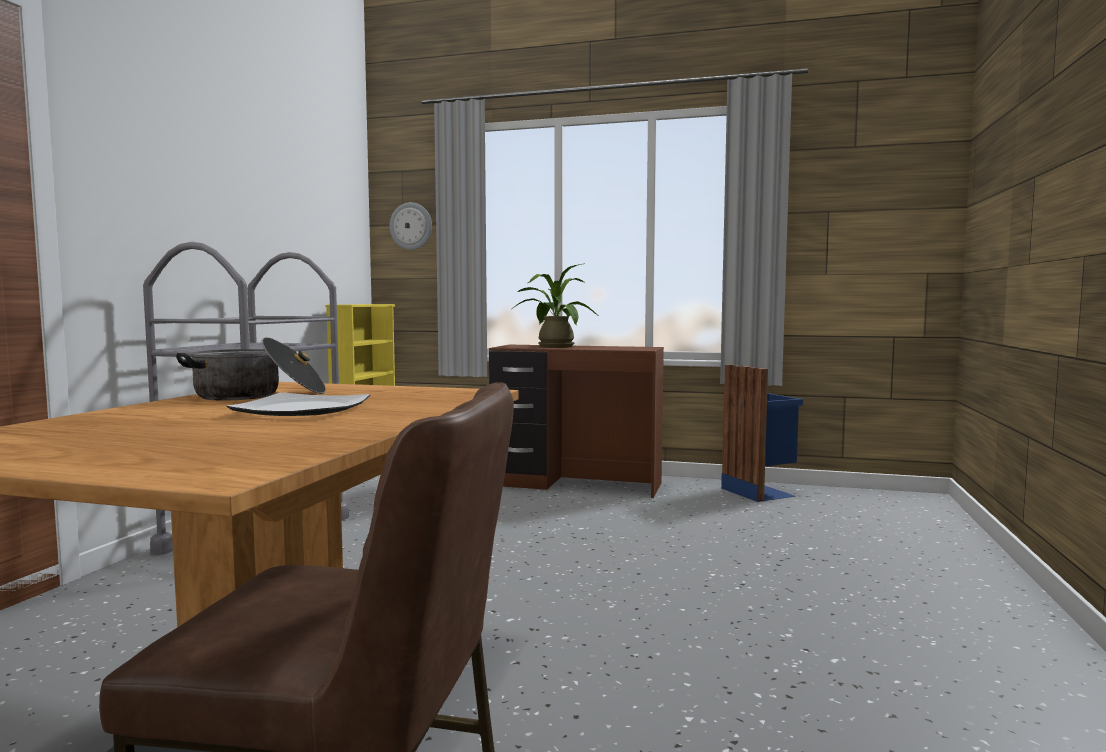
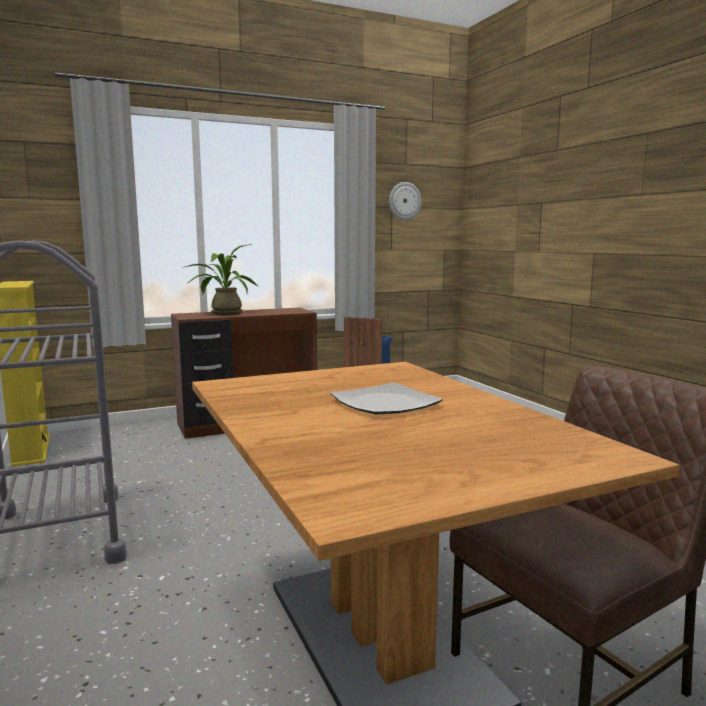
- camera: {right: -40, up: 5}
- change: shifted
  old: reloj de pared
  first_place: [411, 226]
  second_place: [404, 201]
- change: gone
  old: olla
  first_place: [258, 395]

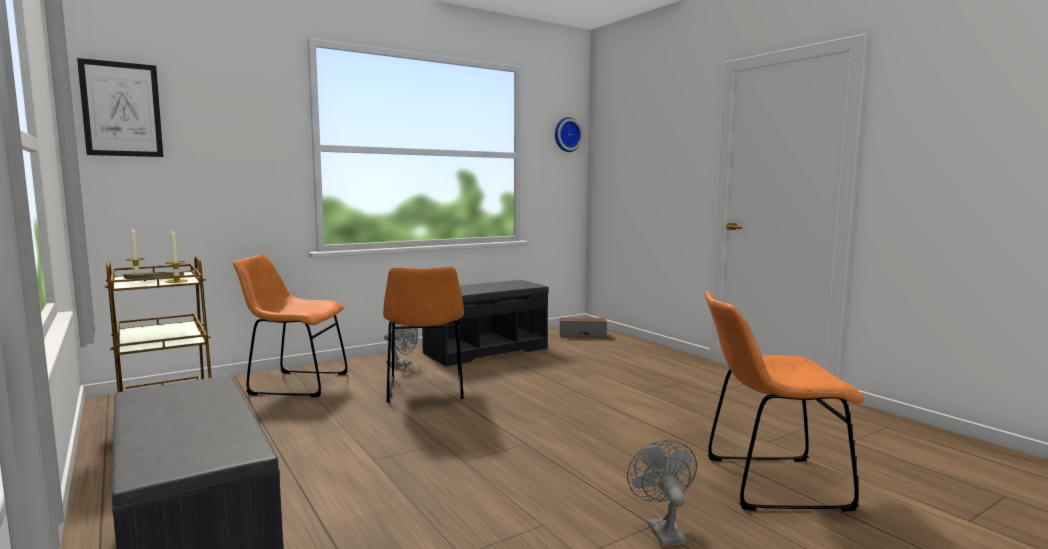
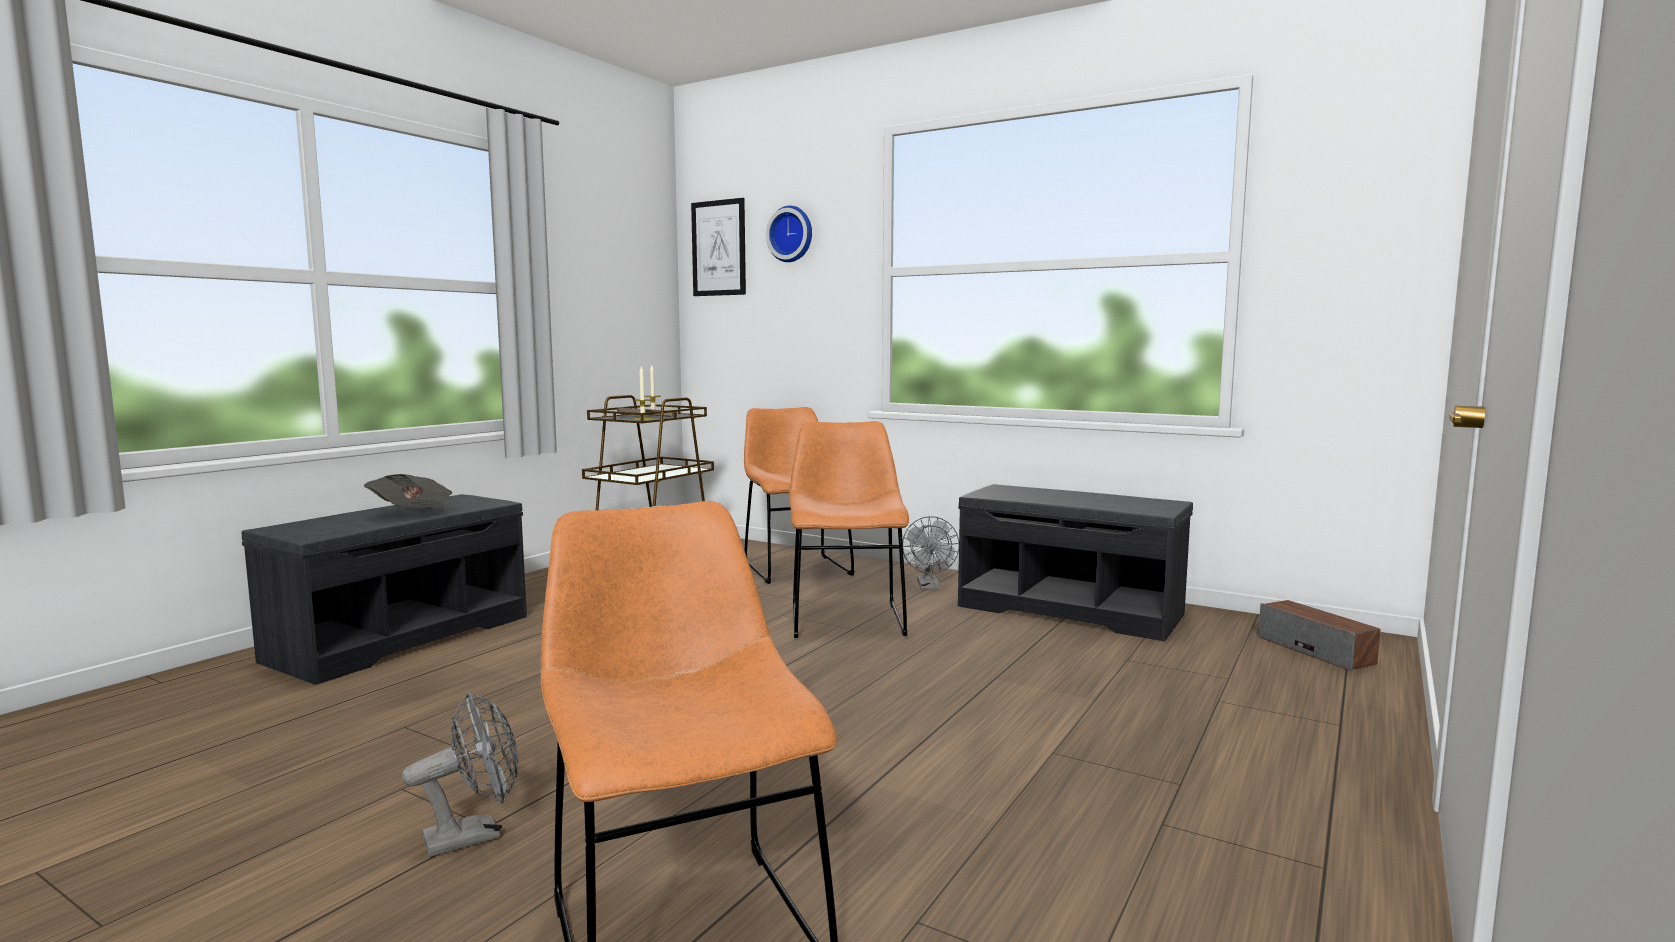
- camera: {right: 65, up: 0}
- change: shifted
  old: reloj de pared
  first_place: [566, 134]
  second_place: [791, 234]
- change: rotated
  old: silla (naranja)
  first_place: [425, 391]
  second_place: [846, 618]
  degrees: 120
- change: new
  new: periódico
  second_place: [414, 514]

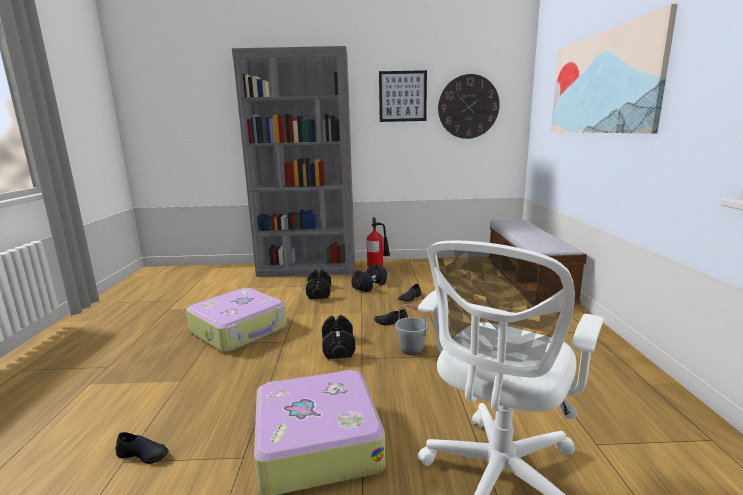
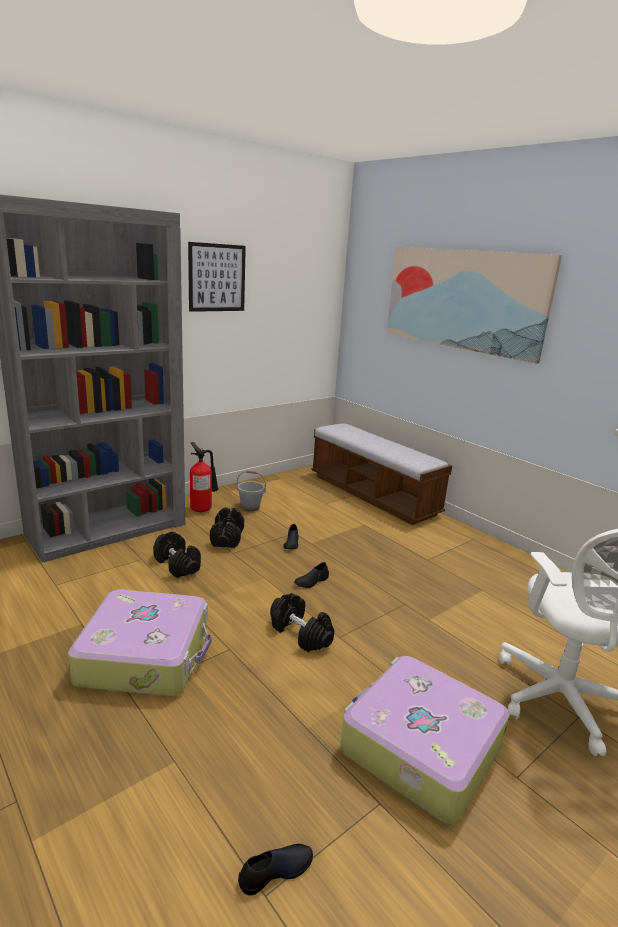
- camera: {right: -40, up: 5}
- change: gone
  old: reloj de pared
  first_place: [468, 107]
- change: shifted
  old: cubo (gris)
  first_place: [411, 349]
  second_place: [250, 507]

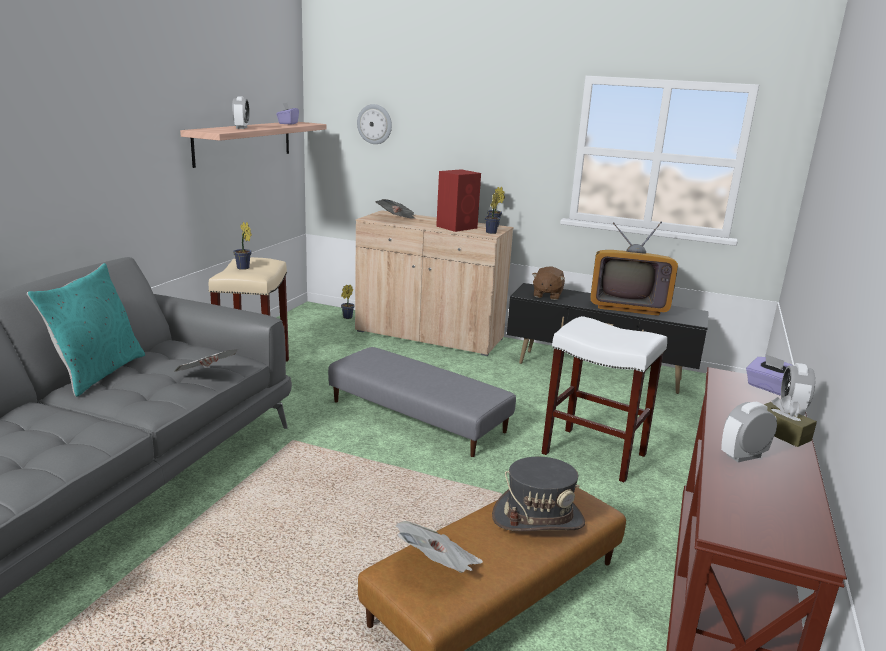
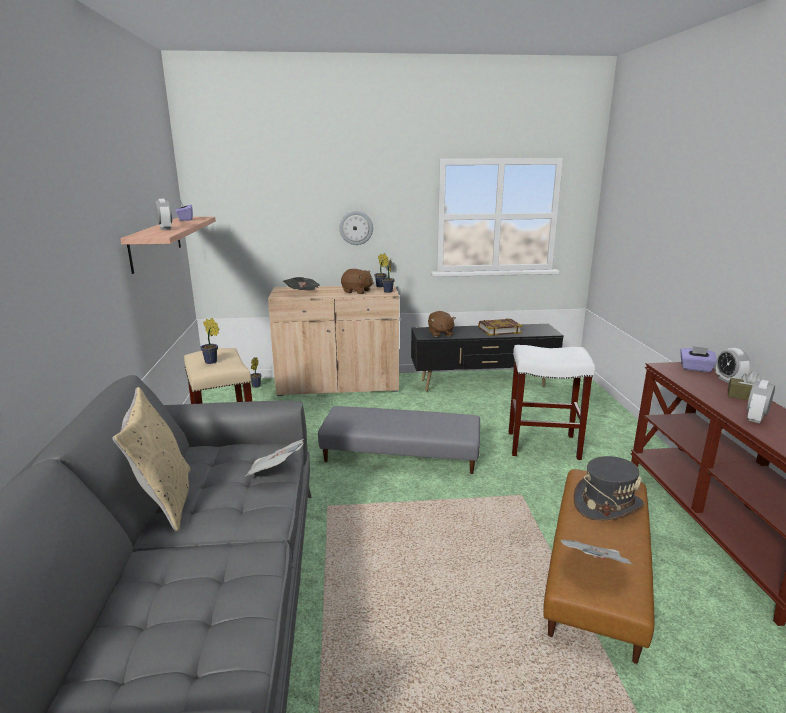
- camera: {right: -25, up: 0}
- change: shifted
  old: reloj de pared
  first_place: [374, 124]
  second_place: [356, 228]
- change: swapped
  old: altavoz (rojo)
  new: peluche (marrón)
  first_place: [457, 227]
  second_place: [357, 291]
- change: swapped
  old: televisor
  new: libro
  first_place: [628, 305]
  second_place: [499, 330]
- change: repainted
  old: cojín (turquesa)
  new: cojín (beis)
  first_place: [97, 373]
  second_place: [164, 500]

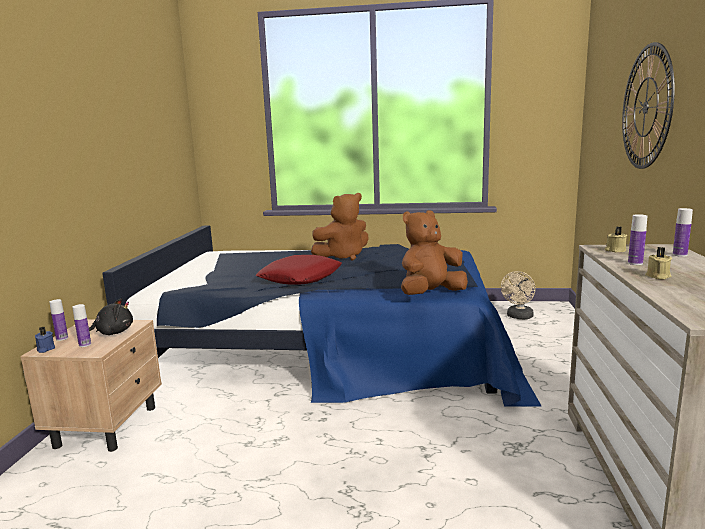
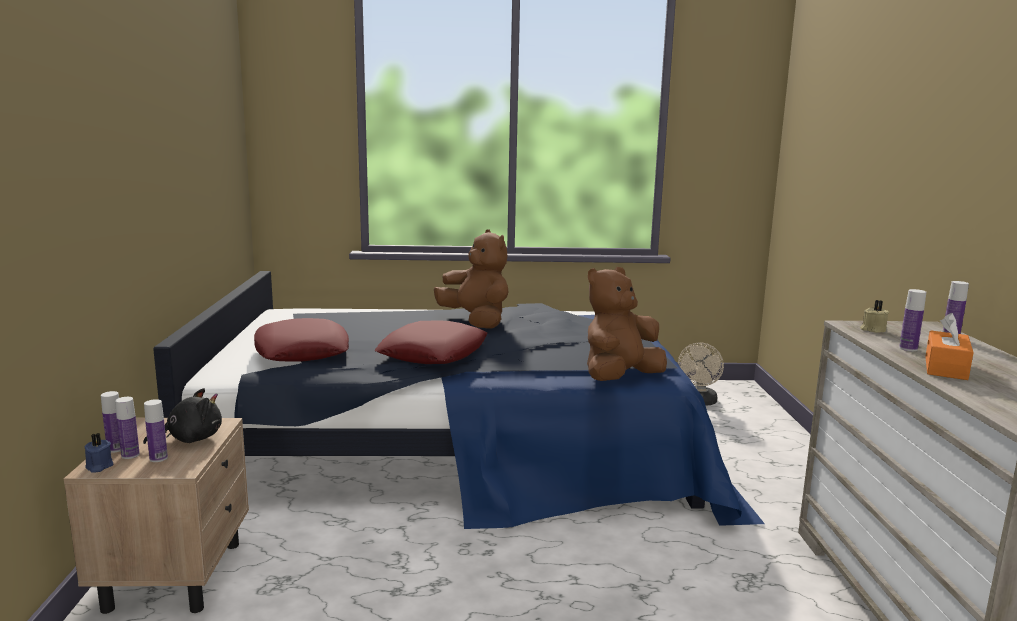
- camera: {right: -10, up: 0}
- change: gone
  old: reloj de pared
  first_place: [646, 107]
- change: rotated
  old: peluche (marrón)
  first_place: [343, 256]
  second_place: [476, 321]
  degrees: -90
- change: swapped
  old: vela (beis)
  new: caja de pañuelos (naranja)
  first_place: [657, 276]
  second_place: [945, 368]
- change: new
  new: cojín (rojo)
  second_place: [301, 351]
- change: new
  new: botella
  second_place: [130, 455]

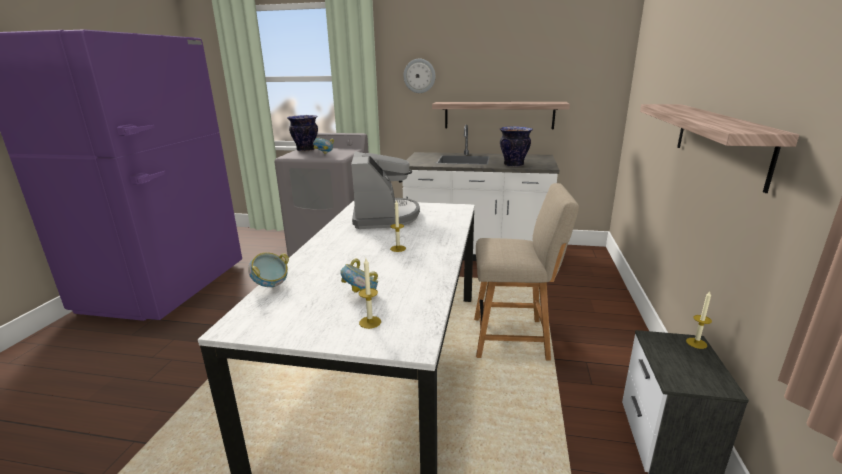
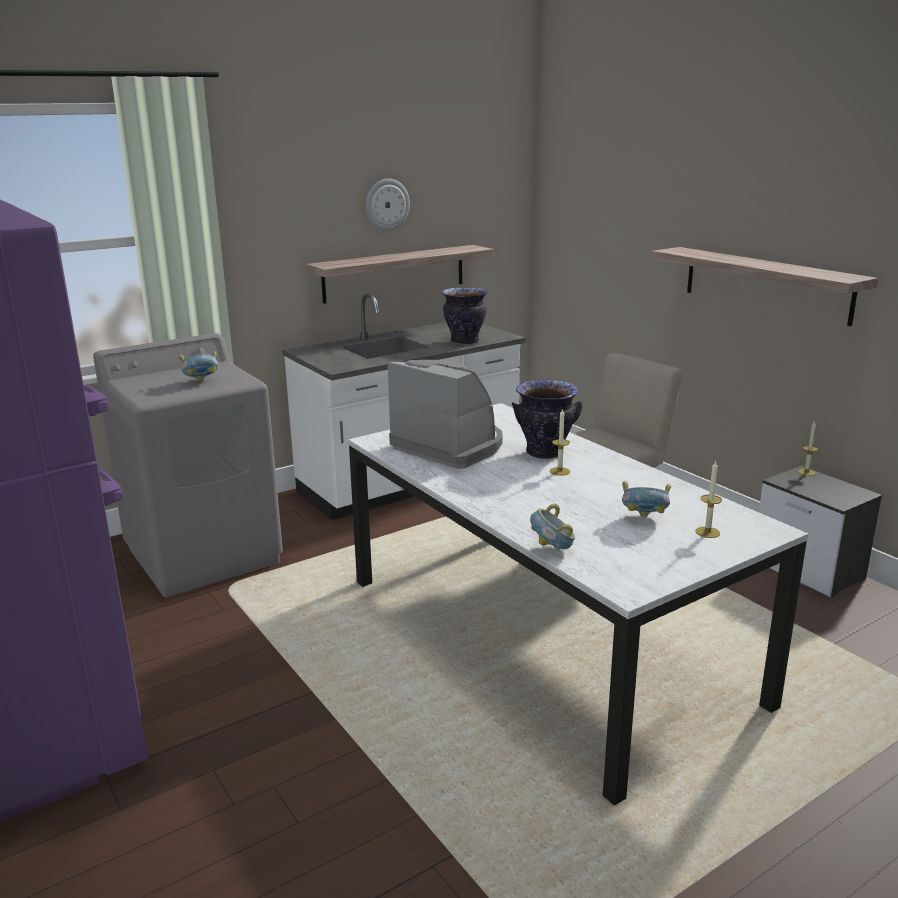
- camera: {right: -45, up: 0}
- change: shifted
  old: reloj de pared
  first_place: [419, 76]
  second_place: [387, 204]
- change: shifted
  old: florero
  first_place: [305, 150]
  second_place: [545, 453]

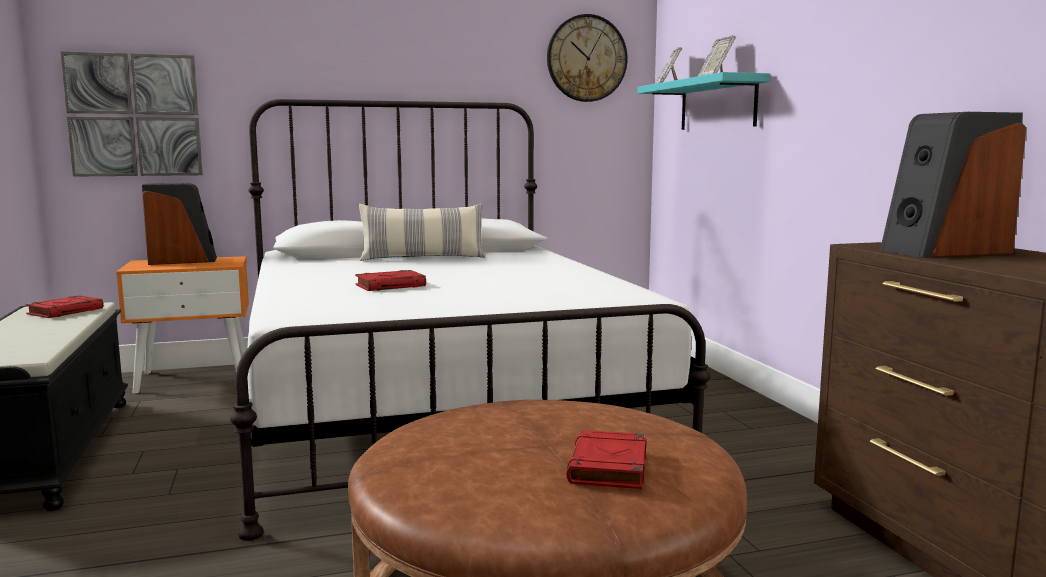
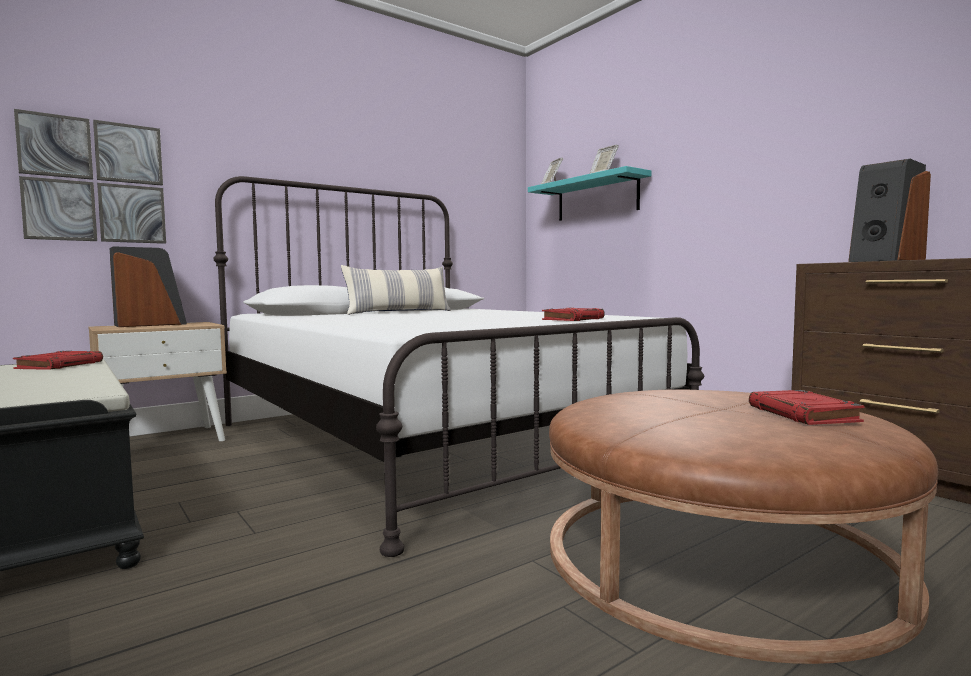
- camera: {right: -20, up: -5}
- change: gone
  old: reloj de pared
  first_place: [586, 58]
- change: repainted
  old: mesita de noche (naranja)
  new: mesita de noche (beis)
  first_place: [194, 378]
  second_place: [164, 441]
- change: shifted
  old: libro (rojo)
  first_place: [391, 286]
  second_place: [573, 319]

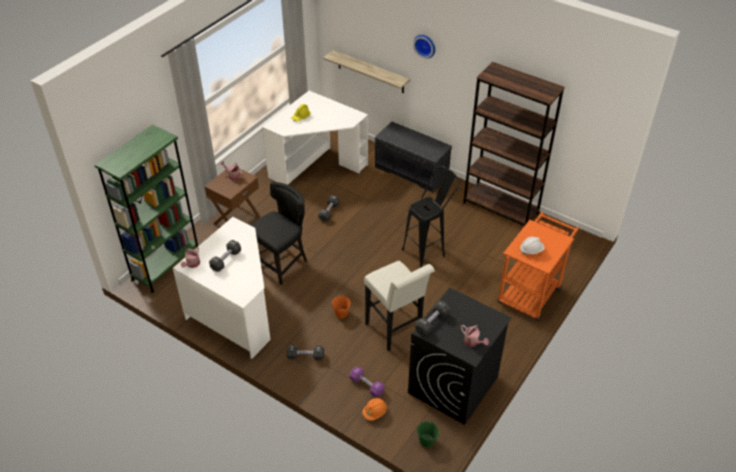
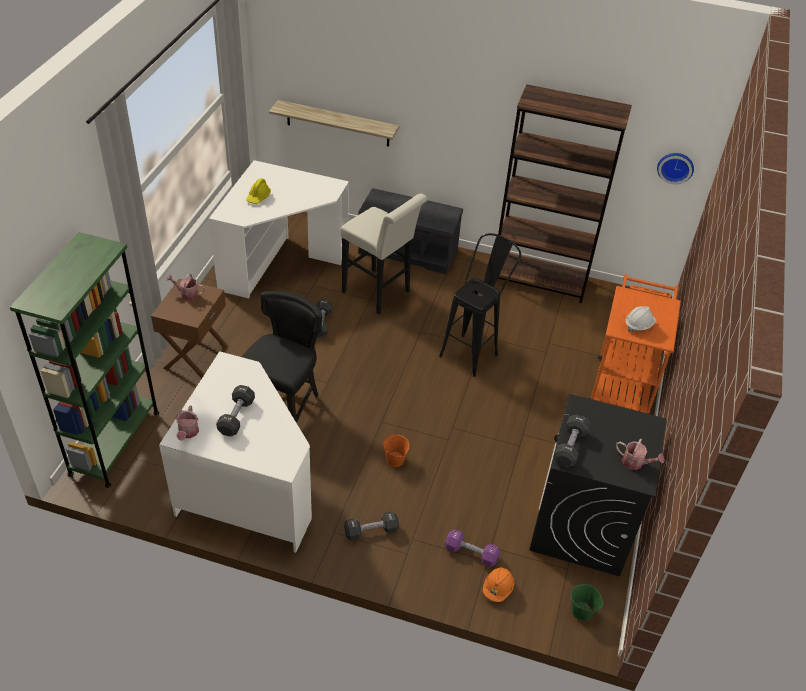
- camera: {right: -20, up: 0}
- change: shifted
  old: reloj de pared
  first_place: [425, 45]
  second_place: [675, 166]
- change: shifted
  old: taburete (blanco)
  first_place: [396, 331]
  second_place: [380, 294]

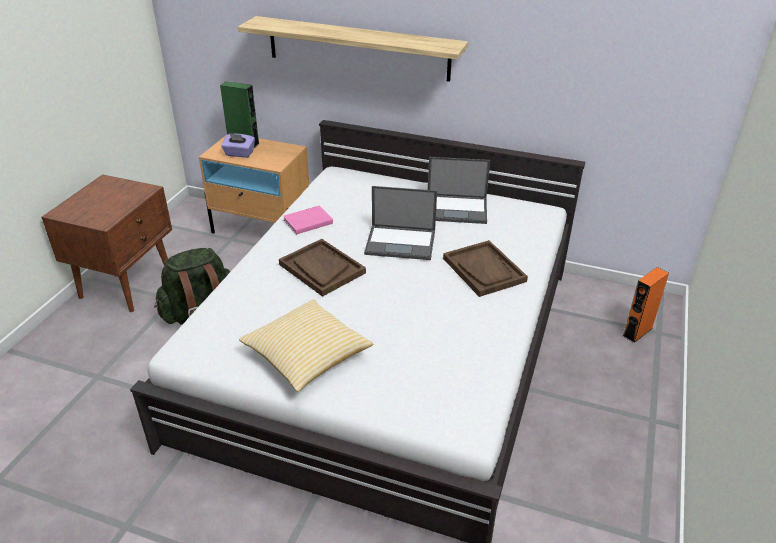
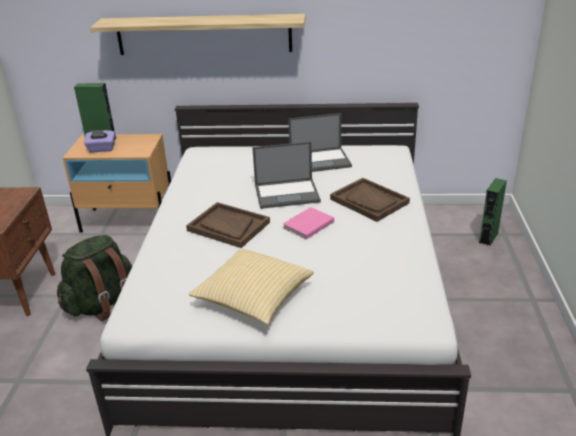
- camera: {right: -15, up: -5}
- change: shifted
  old: libro (rosa)
  first_place: [306, 221]
  second_place: [307, 225]
- change: repainted
  old: altavoz (naranja)
  new: altavoz (verde)
  first_place: [637, 332]
  second_place: [488, 237]

